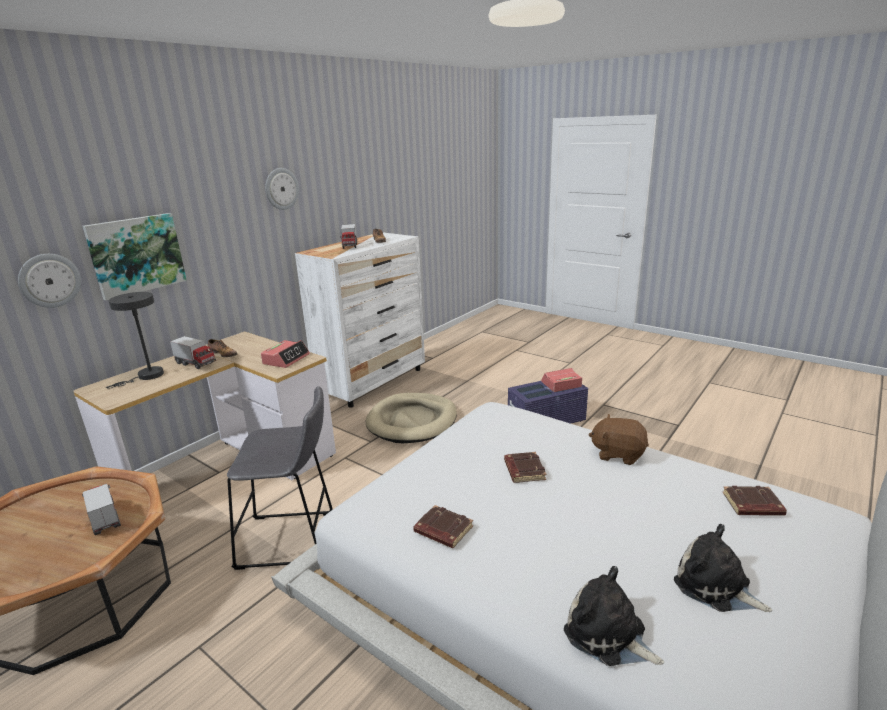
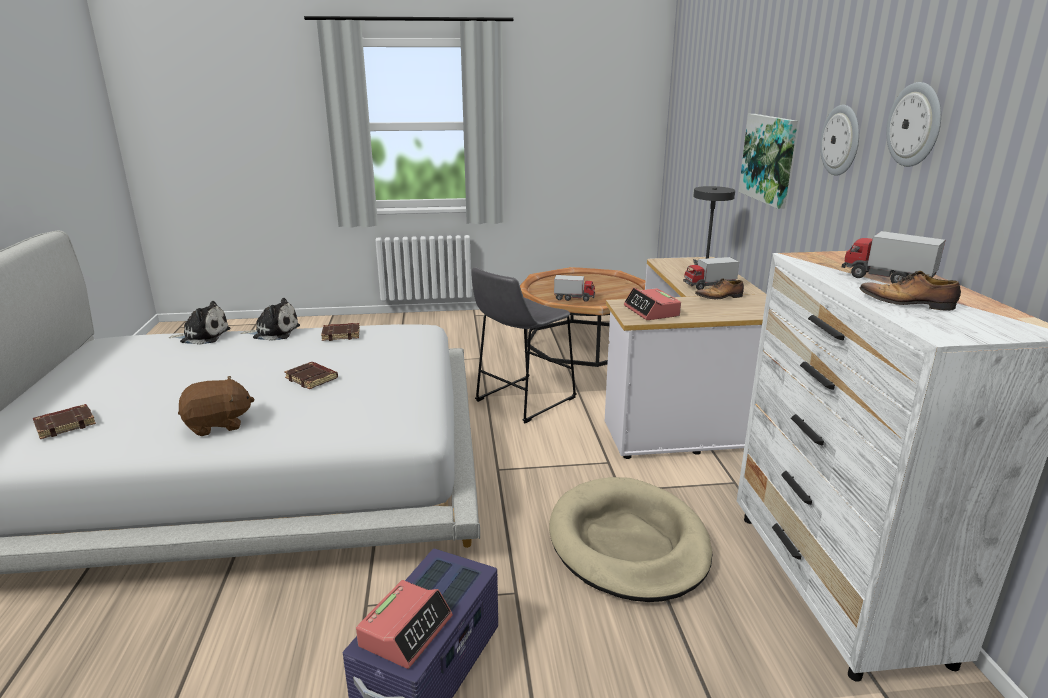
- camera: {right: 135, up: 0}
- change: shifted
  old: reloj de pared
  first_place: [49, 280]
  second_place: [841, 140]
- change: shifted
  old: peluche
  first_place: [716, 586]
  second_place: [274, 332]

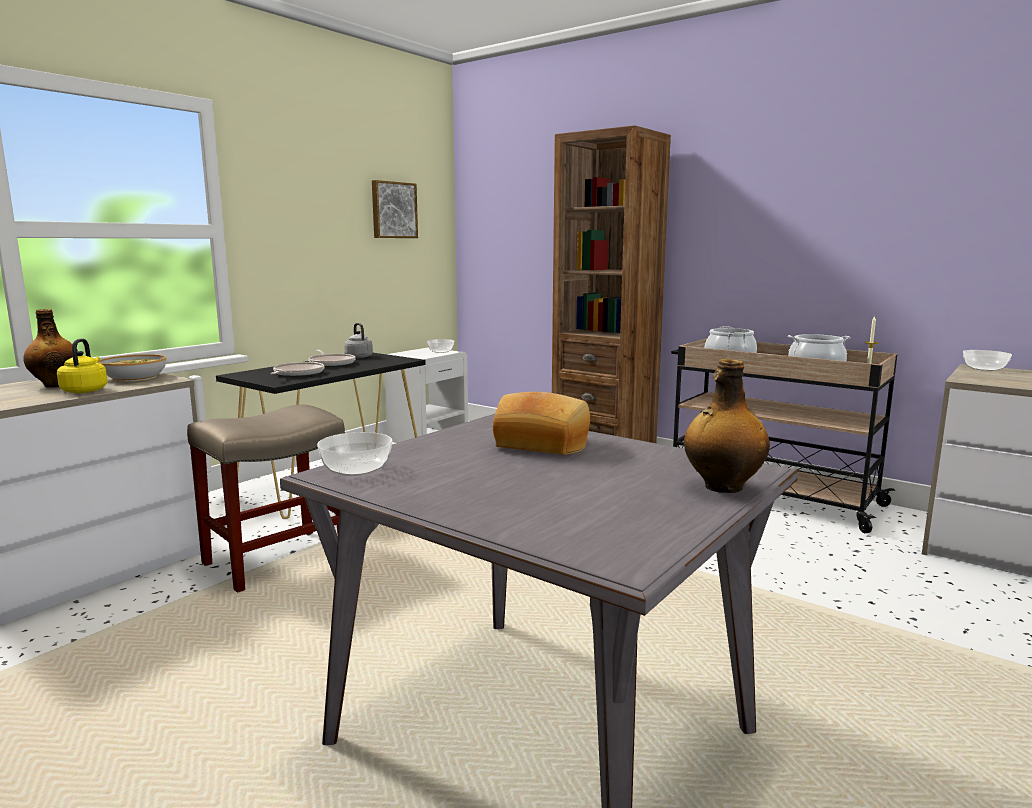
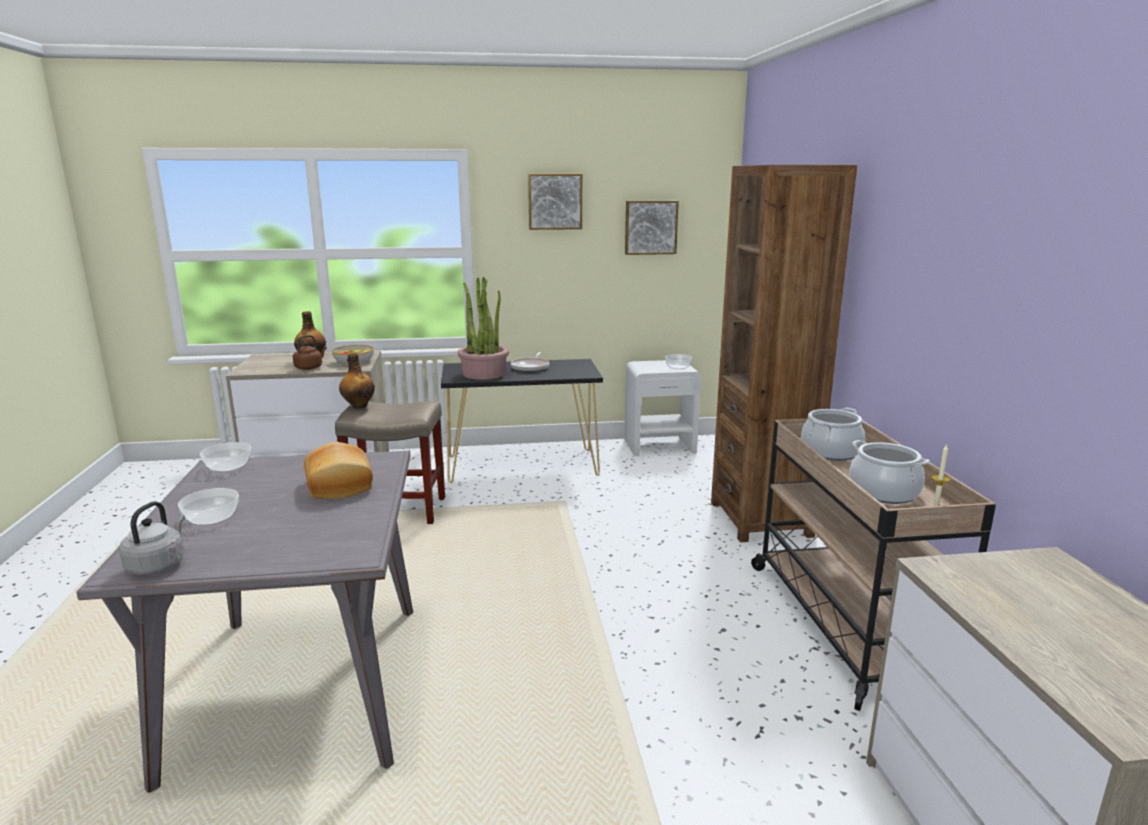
- camera: {right: 45, up: 5}
- change: shifted
  old: hervidor (gris)
  first_place: [358, 357]
  second_place: [158, 565]
- change: repainted
  old: hervidor (amarillo)
  new: hervidor (marrón)
  first_place: [85, 390]
  second_place: [310, 367]
- change: shifted
  old: cuenco
  first_place: [984, 368]
  second_place: [211, 519]
- change: shifted
  old: botella
  first_place: [722, 487]
  second_place: [358, 406]
- change: swapped
  old: sartén
  new: planta en maceta
  first_place: [297, 374]
  second_place: [484, 373]
- change: new
  new: cuadro
  second_place: [555, 201]

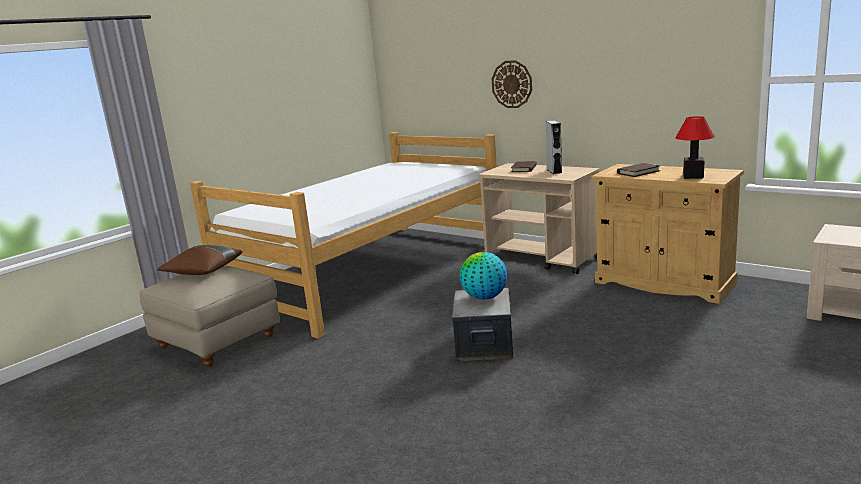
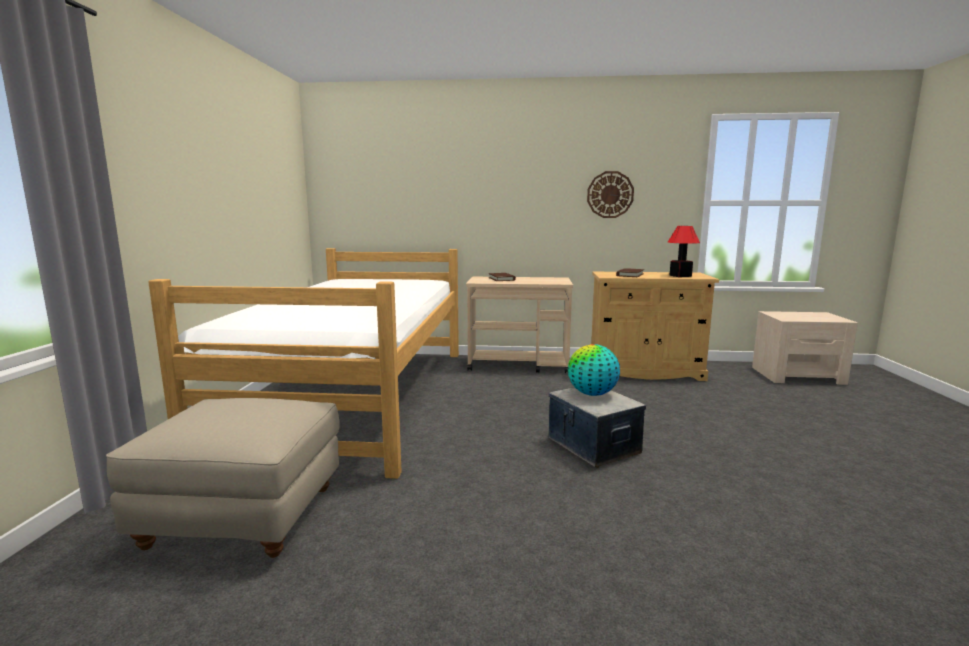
- camera: {right: -35, up: -5}
- change: shifted
  old: reloj de pared
  first_place: [512, 84]
  second_place: [610, 194]
- change: gone
  old: altavoz (gris)
  first_place: [554, 171]
- change: gone
  old: cojín (marrón)
  first_place: [203, 272]

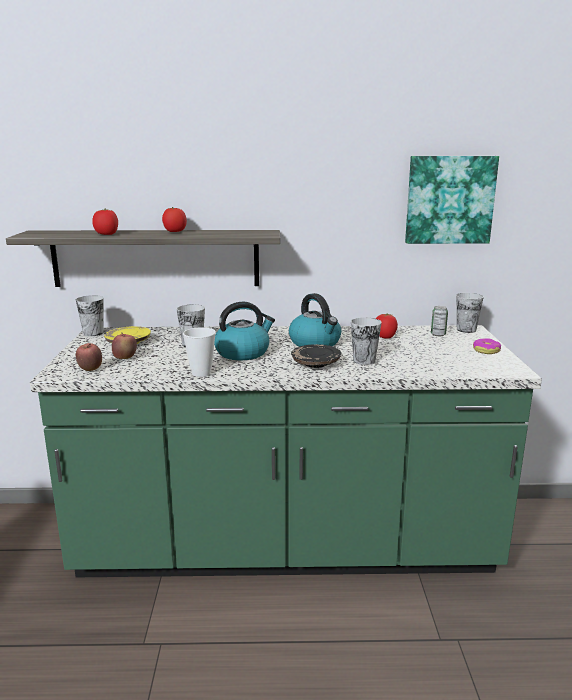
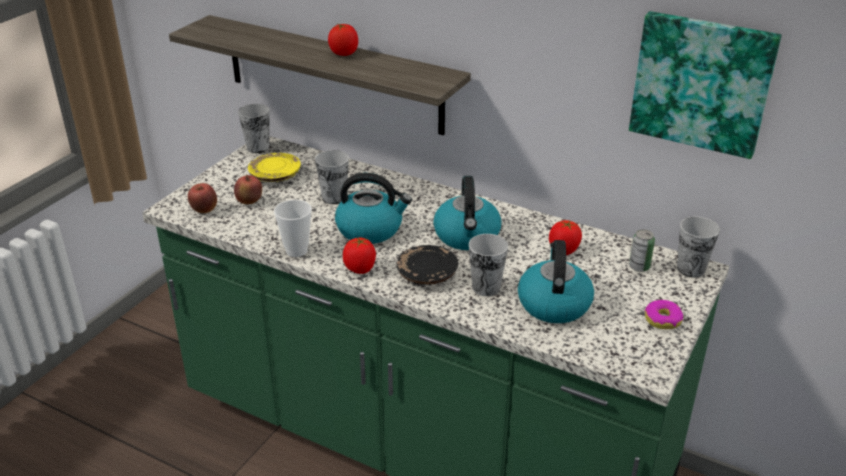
- camera: {right: 30, up: 15}
- change: shifted
  old: tomate
  first_place: [107, 234]
  second_place: [360, 269]
- change: new
  new: hervidor
  second_place: [553, 303]

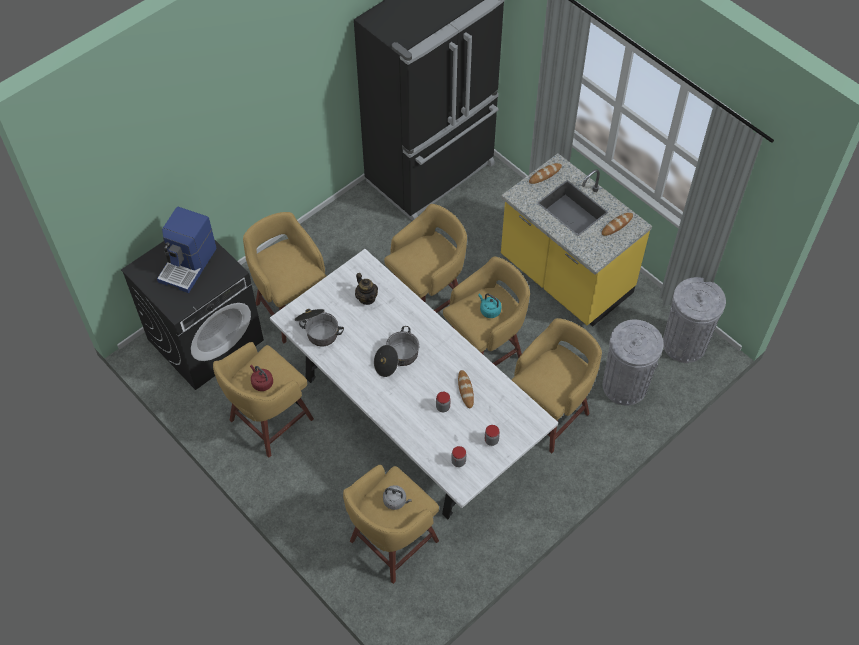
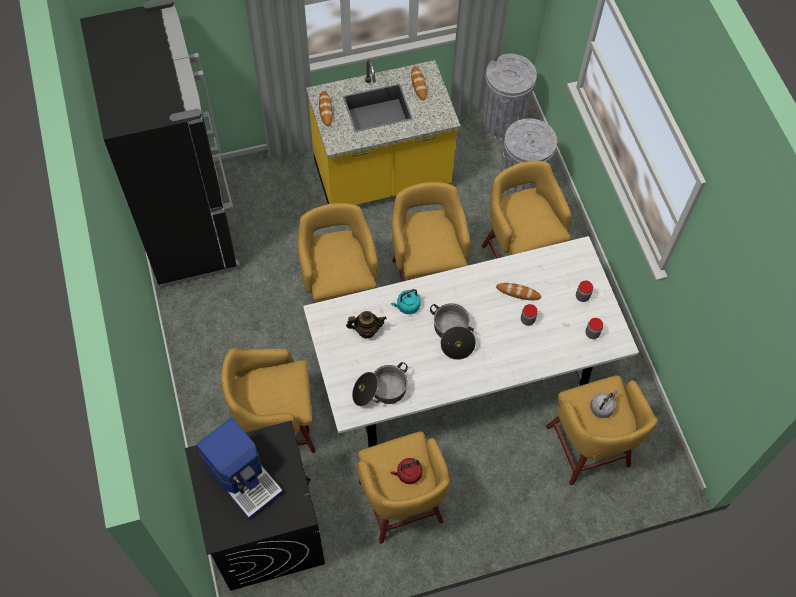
- camera: {right: -65, up: 5}
- change: shifted
  old: hervidor (turquesa)
  first_place: [489, 310]
  second_place: [407, 306]

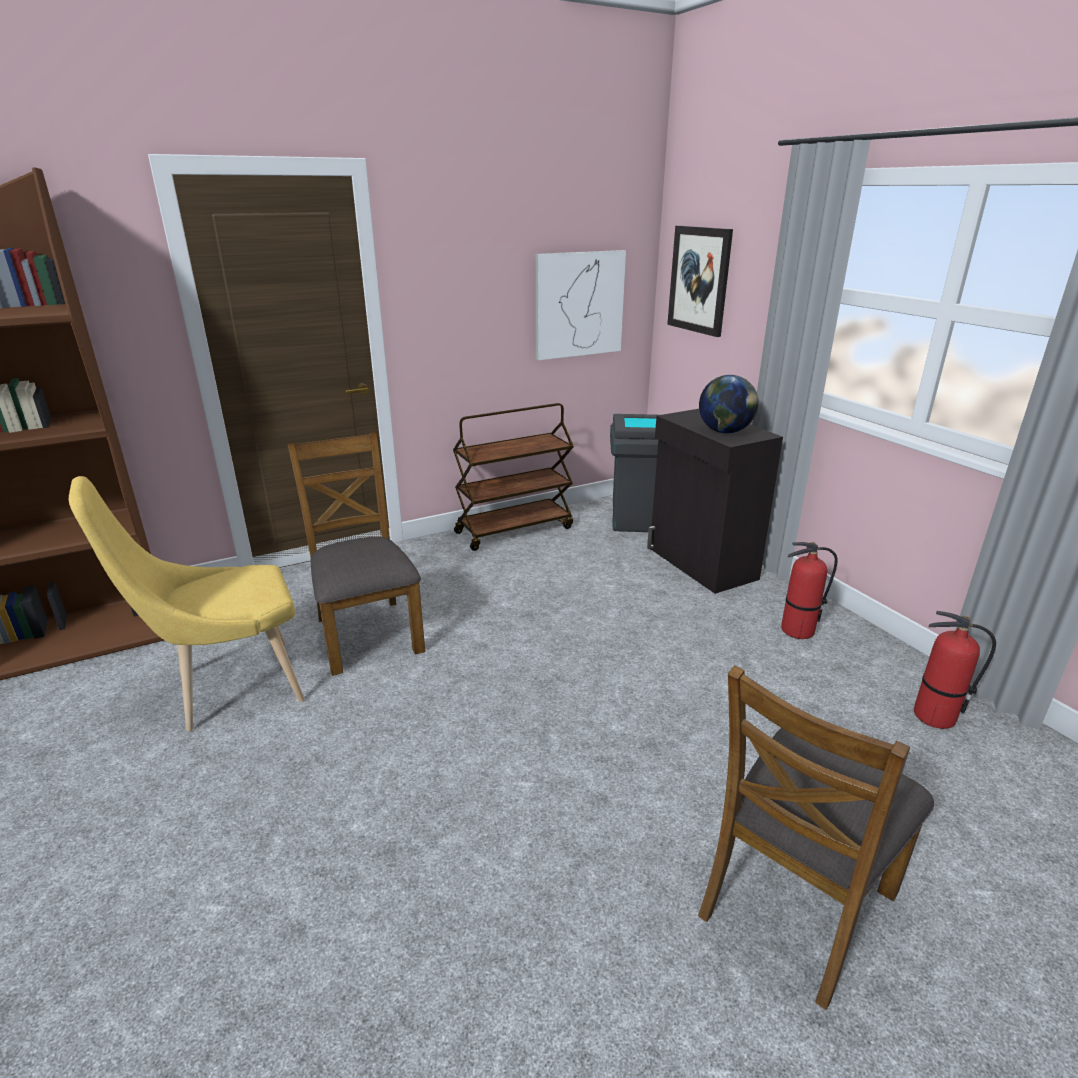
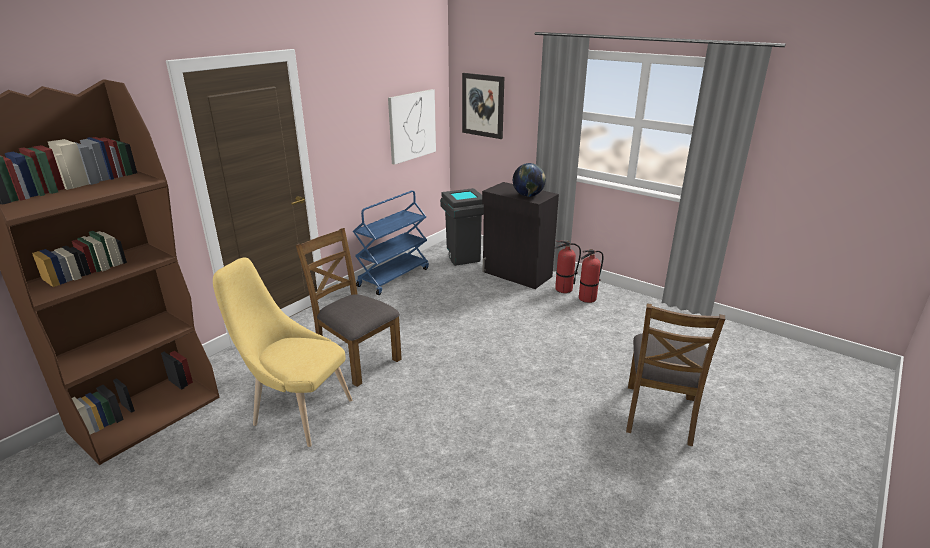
- camera: {right: -25, up: 0}
- change: repainted
  old: carrito (marrón)
  new: carrito (azul)
  first_place: [514, 529]
  second_place: [393, 277]
- change: rotated
  old: silla (amarillo)
  first_place: [229, 689]
  second_place: [297, 412]
  degrees: 75
- change: shifted
  old: extintor
  first_place: [933, 717]
  second_place: [563, 289]

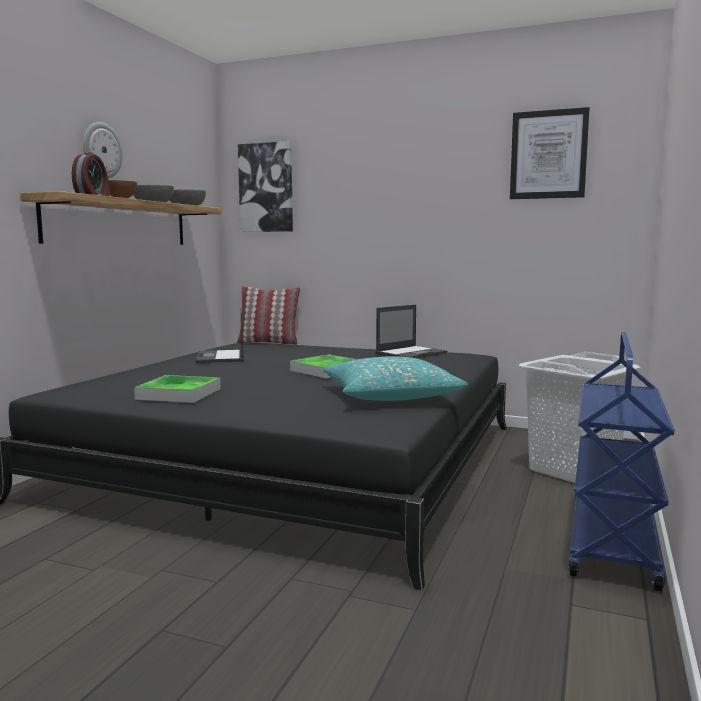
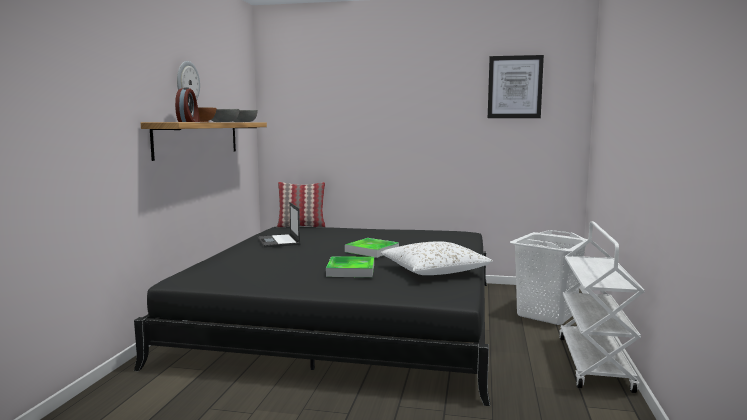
- camera: {right: -10, up: 0}
- change: gone
  old: cuadro
  first_place: [266, 188]
- change: gone
  old: portátil
  first_place: [411, 353]
- change: repainted
  old: carrito (azul)
  new: carrito (blanco)
  first_place: [614, 543]
  second_place: [594, 364]
- change: repainted
  old: cojín (turquesa)
  new: cojín (blanco)
  first_place: [391, 396]
  second_place: [434, 270]
- change: shifted
  old: bandeja
  first_place: [179, 394]
  second_place: [351, 270]

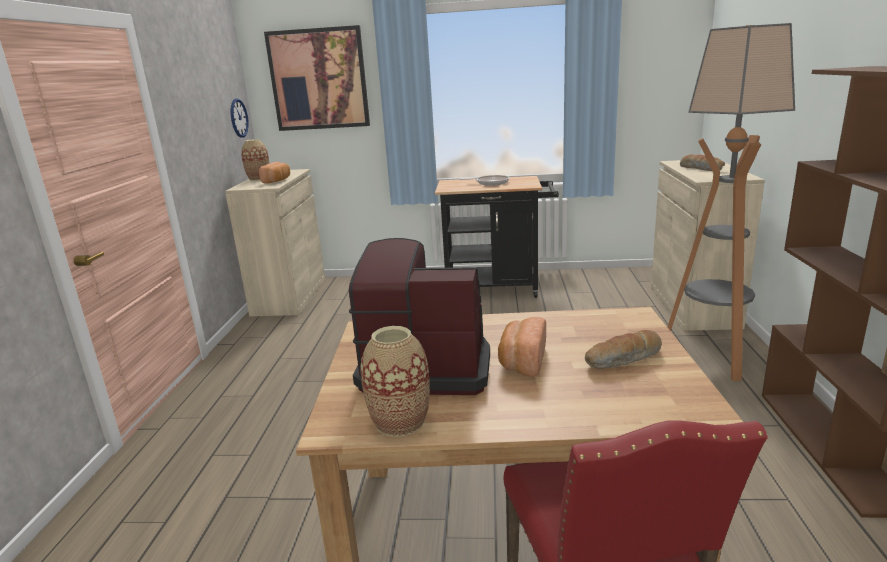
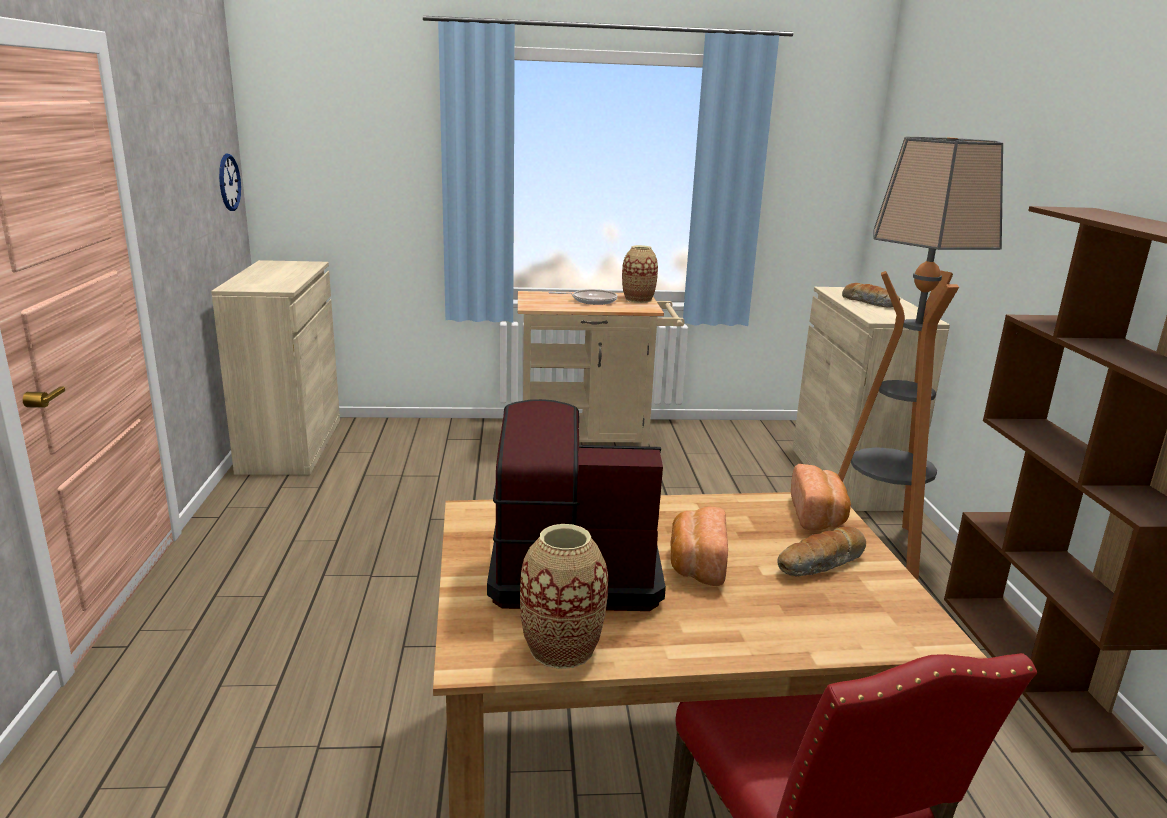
- camera: {right: -10, up: 0}
- change: gone
  old: cuadro
  first_place: [319, 79]
- change: shifted
  old: florero
  first_place: [258, 178]
  second_place: [638, 299]
- change: shifted
  old: pan
  first_place: [277, 181]
  second_place: [818, 516]
- change: repainted
  old: carrito (negro)
  new: carrito (beis)
  first_place: [498, 288]
  second_place: [592, 444]

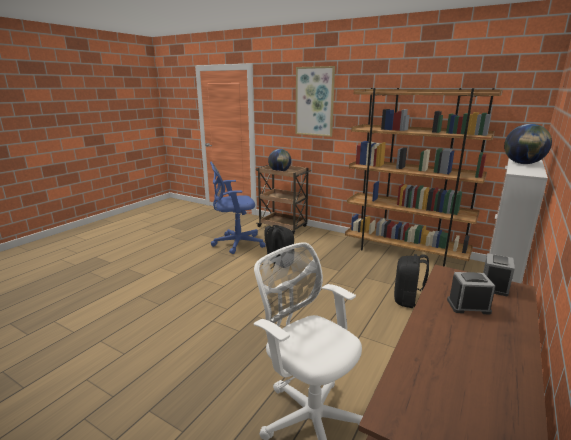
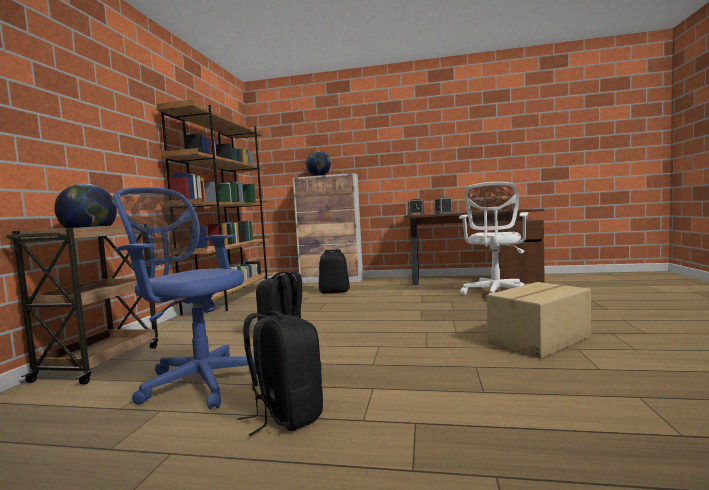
- camera: {right: -110, up: -15}
- change: gone
  old: cuadro
  first_place: [314, 101]
- change: rotated
  old: silla de oficina (azul)
  first_place: [236, 243]
  second_place: [199, 380]
  degrees: 150
- change: new
  new: caja de cartón
  second_place: [540, 340]
- change: new
  new: mochila (negro)
  second_place: [285, 415]

